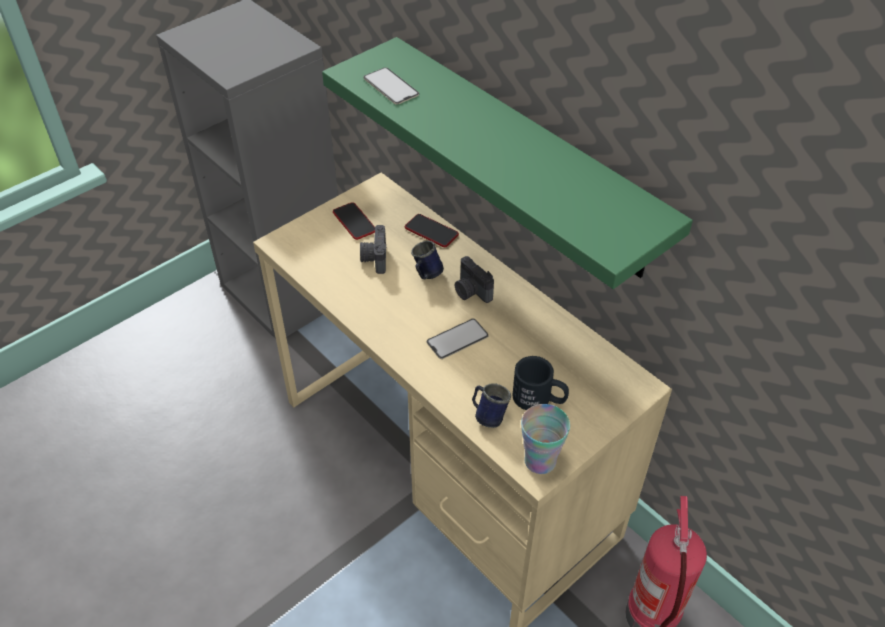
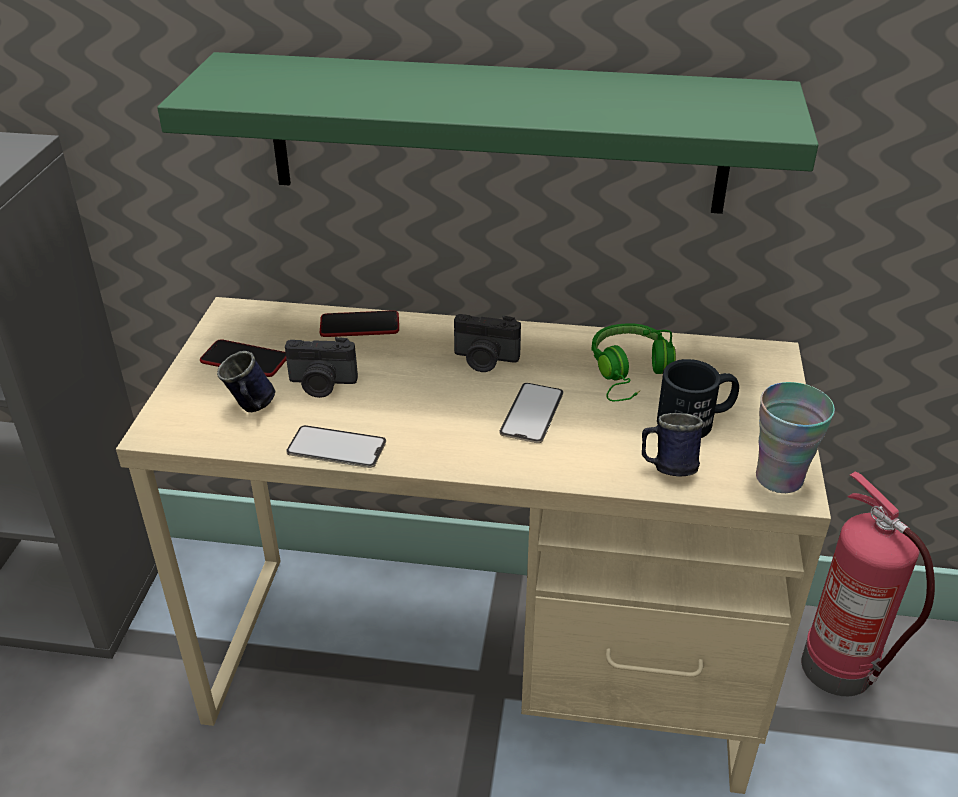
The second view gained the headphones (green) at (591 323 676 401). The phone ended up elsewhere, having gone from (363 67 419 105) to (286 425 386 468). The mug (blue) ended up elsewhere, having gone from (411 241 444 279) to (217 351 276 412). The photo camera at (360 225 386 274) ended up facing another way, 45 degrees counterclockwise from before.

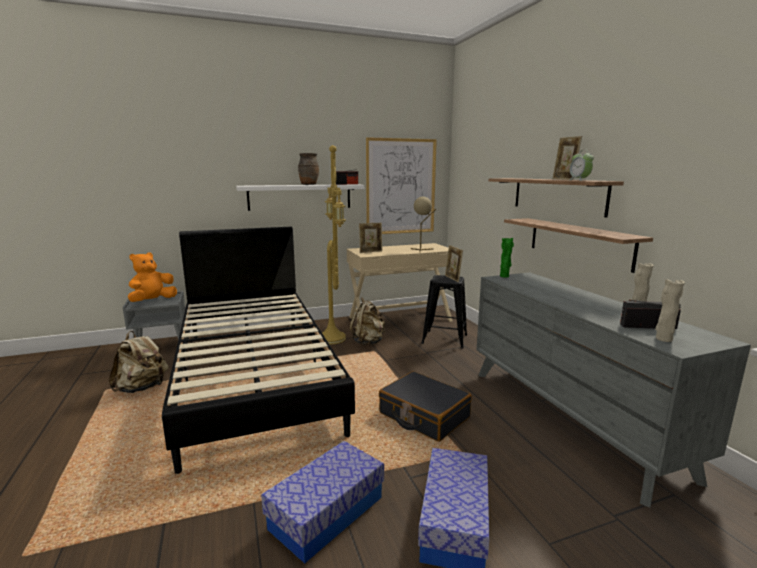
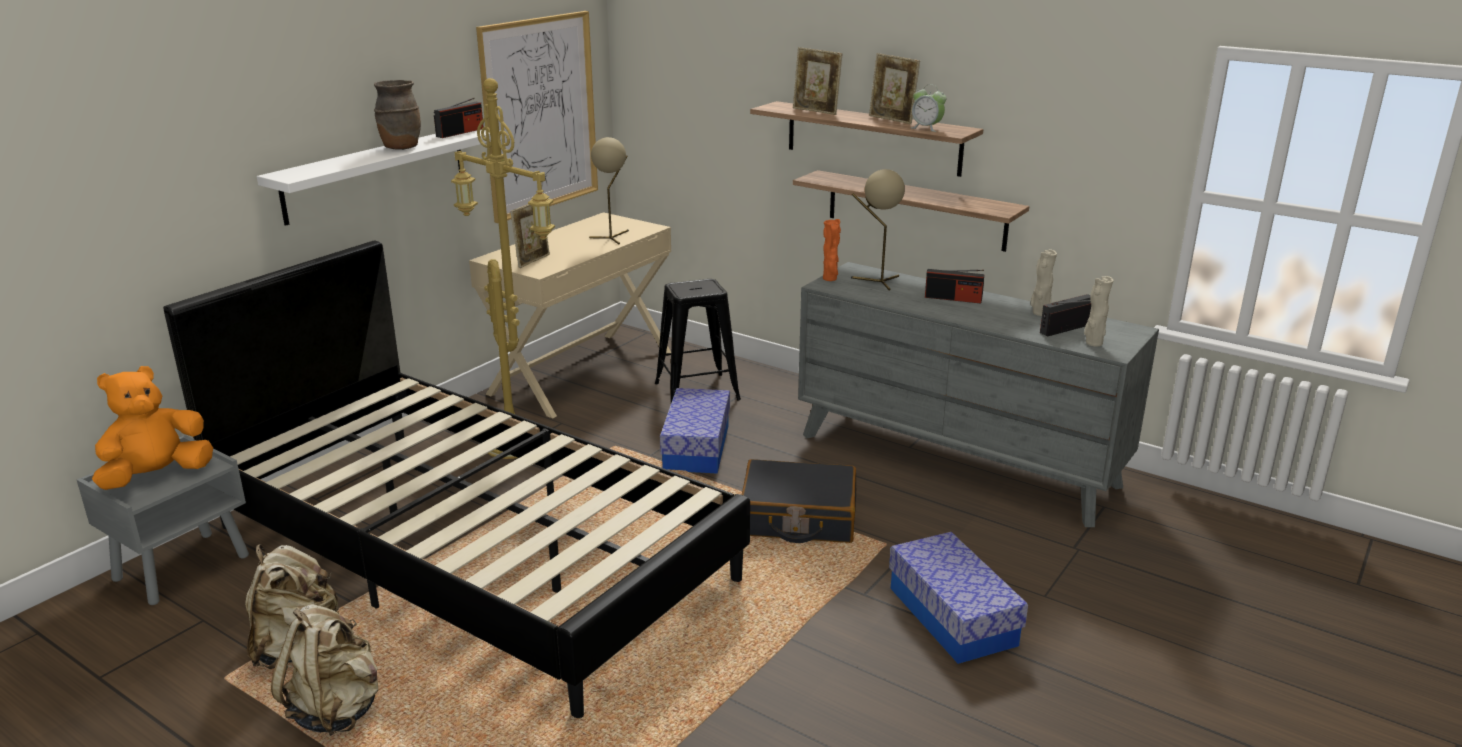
The second view gained the table lamp (beige) at (851 169 905 291). The second view gained the radio at (925 269 985 304). The storage box ended up elsewhere, having gone from (261 441 384 563) to (660 388 730 474). The backpack (beige) ended up elsewhere, having gone from (350 297 385 345) to (271 604 378 736). The picture frame ended up elsewhere, having gone from (445 245 463 282) to (793 47 842 115). What was the vase (green) at (500 238 514 278) turned into the vase (orange) at (823 219 841 281). The plush toy (orange) at (128 252 177 302) ended up facing another way, 45 degrees clockwise from before.

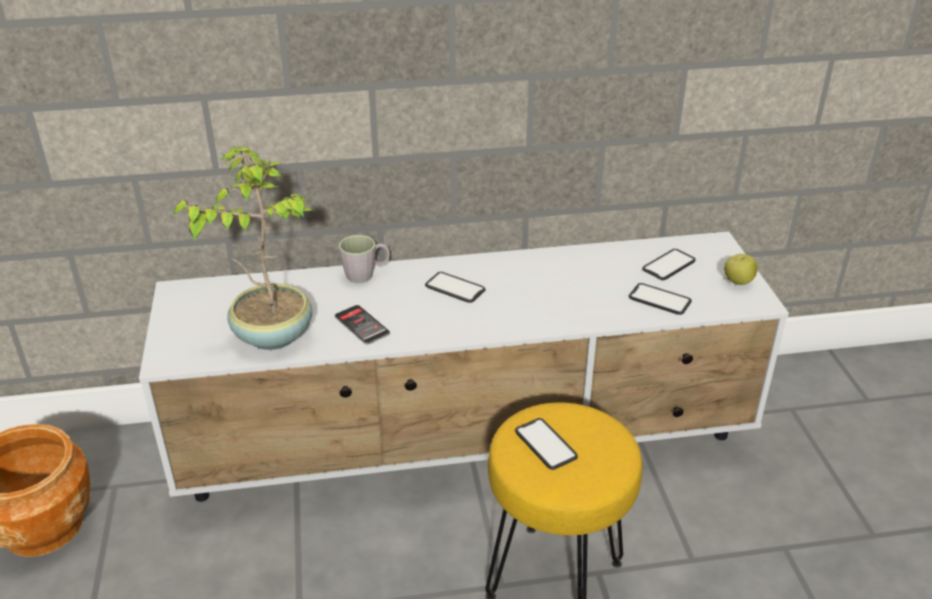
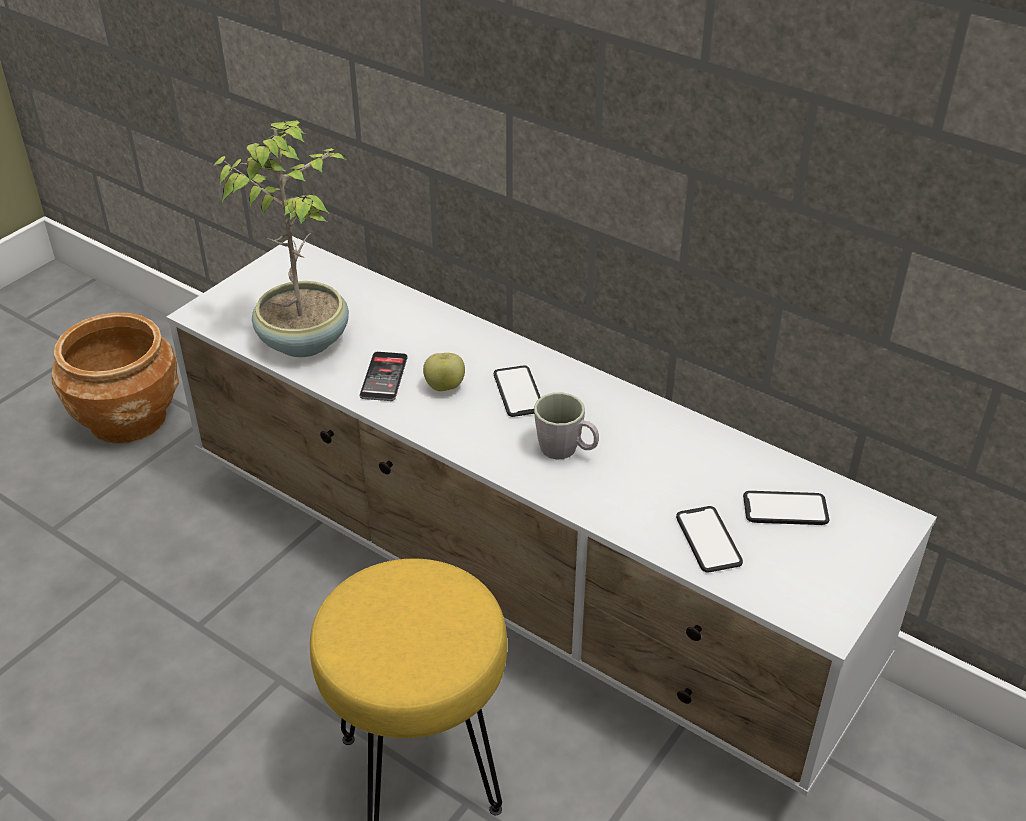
The second view lost the phone at (515 418 578 470). The mug (grey) ended up elsewhere, having gone from (339 235 390 283) to (534 392 599 459). The apple ended up elsewhere, having gone from (724 254 758 285) to (423 353 465 391).

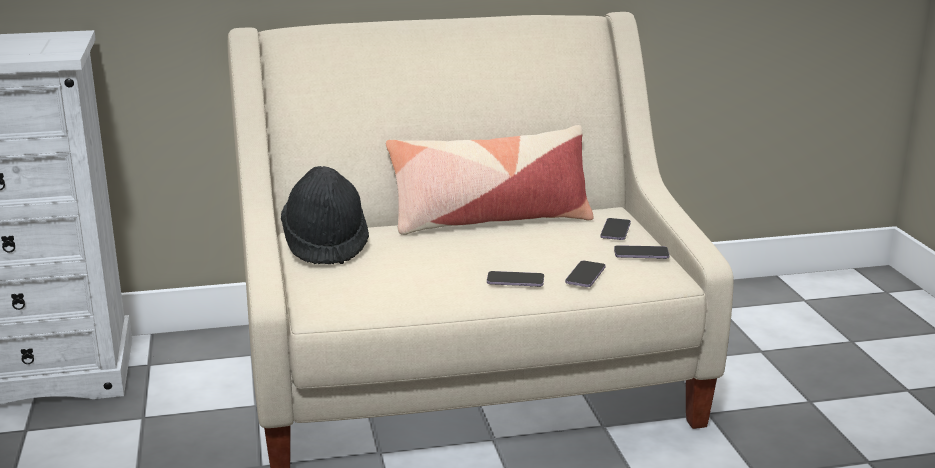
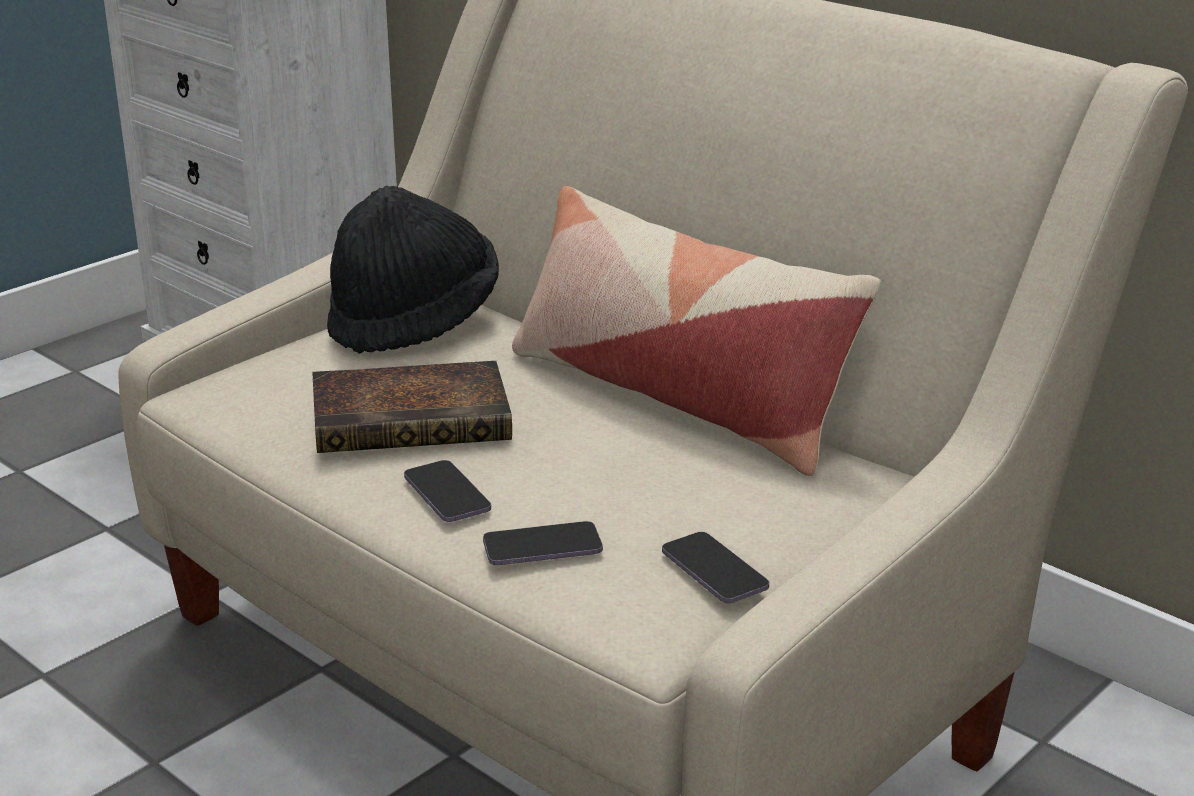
The second view lost the phone at (600 218 631 240). The second view gained the book at (313 361 512 453).

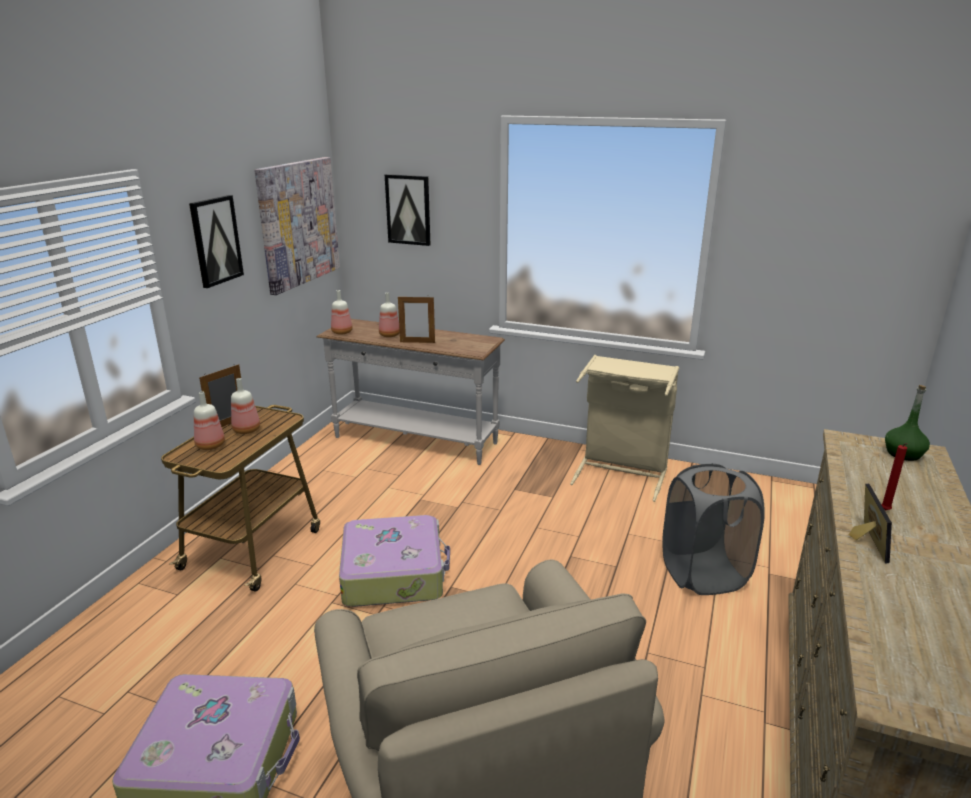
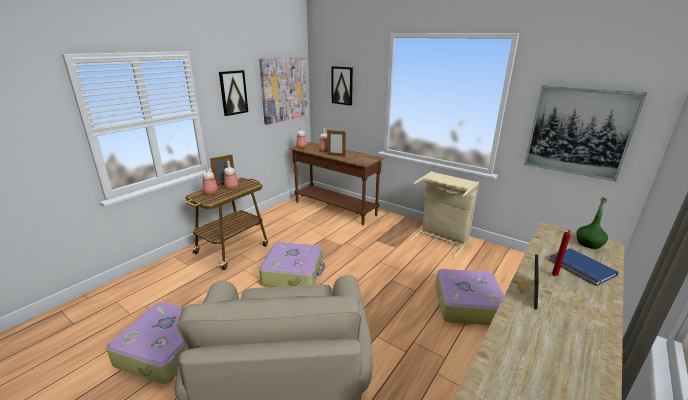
The second view gained the picture at (524 86 647 181). The second view gained the book (blue) at (549 248 618 286). Where the laundry basket (grey) stood at (662 463 765 595), the suitcase came to stand at (435 269 504 325). What was the console table (white) at (317 319 505 465) turned into the console table (brown) at (289 142 384 225).

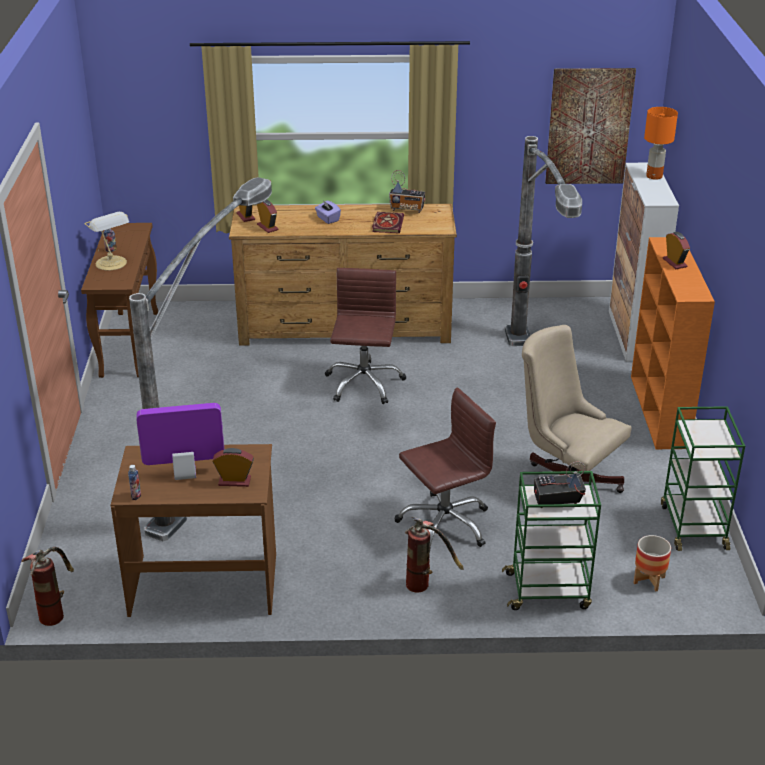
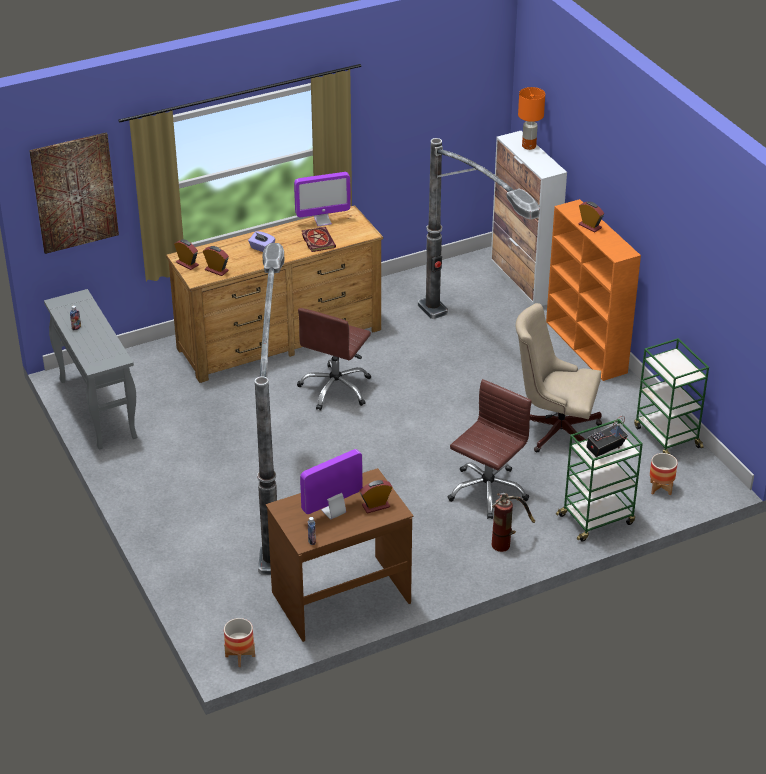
The second view lost the table lamp at (84 212 129 271). The picture ended up elsewhere, having gone from (545 68 636 184) to (29 133 119 254). Where the fire extinguisher stood at (21 547 74 626), the planter came to stand at (224 618 255 667). Where the radio stood at (389 170 426 213), the monitor came to stand at (294 172 351 226). What was the console table (brown) at (81 223 158 378) turned into the console table (grey) at (44 289 137 449). The office chair (brown) at (325 268 406 404) ended up facing another way, 135 degrees counterclockwise from before.

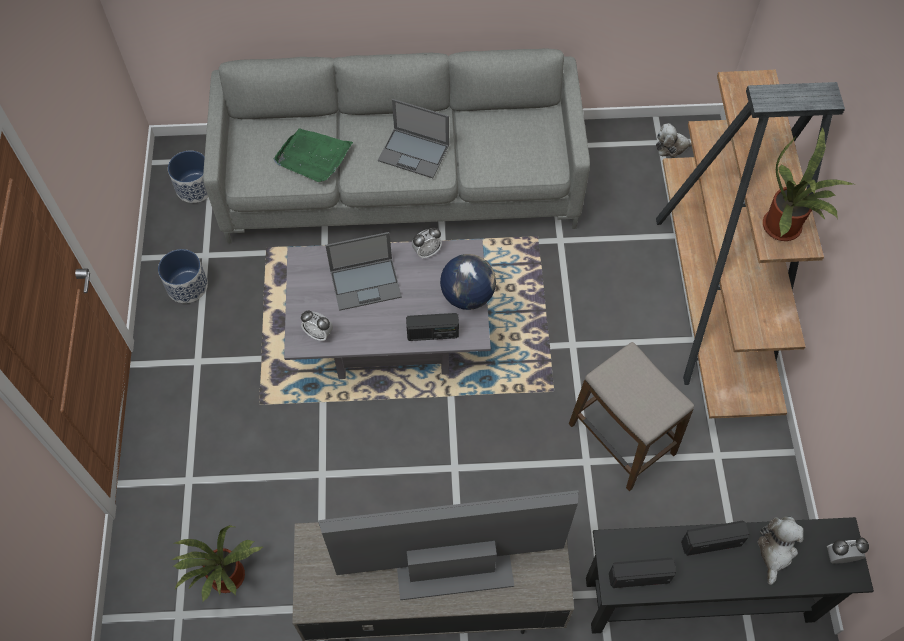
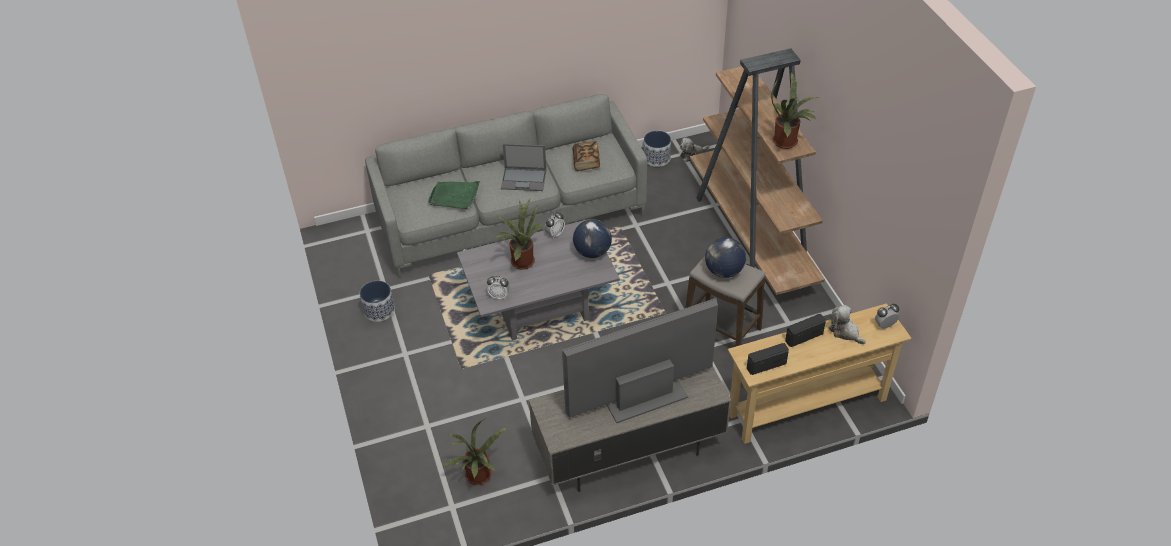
The second view lost the radio at (406 313 459 341). The second view gained the book at (573 141 600 171). The second view gained the globe at (705 237 746 278). The planter ended up elsewhere, having gone from (168 151 208 203) to (643 131 671 167). Where the laptop stood at (325 232 402 311), the potted plant came to stand at (496 200 542 270). What was the console table (black) at (586 517 874 634) turned into the console table (beige) at (728 303 912 444). The plush toy at (758 516 803 585) ended up facing another way, 45 degrees counterclockwise from before.

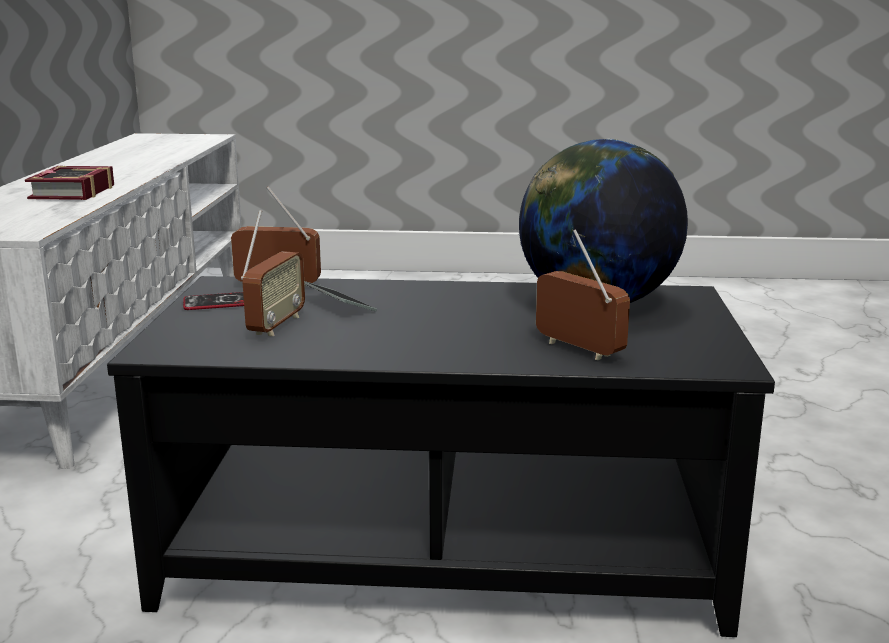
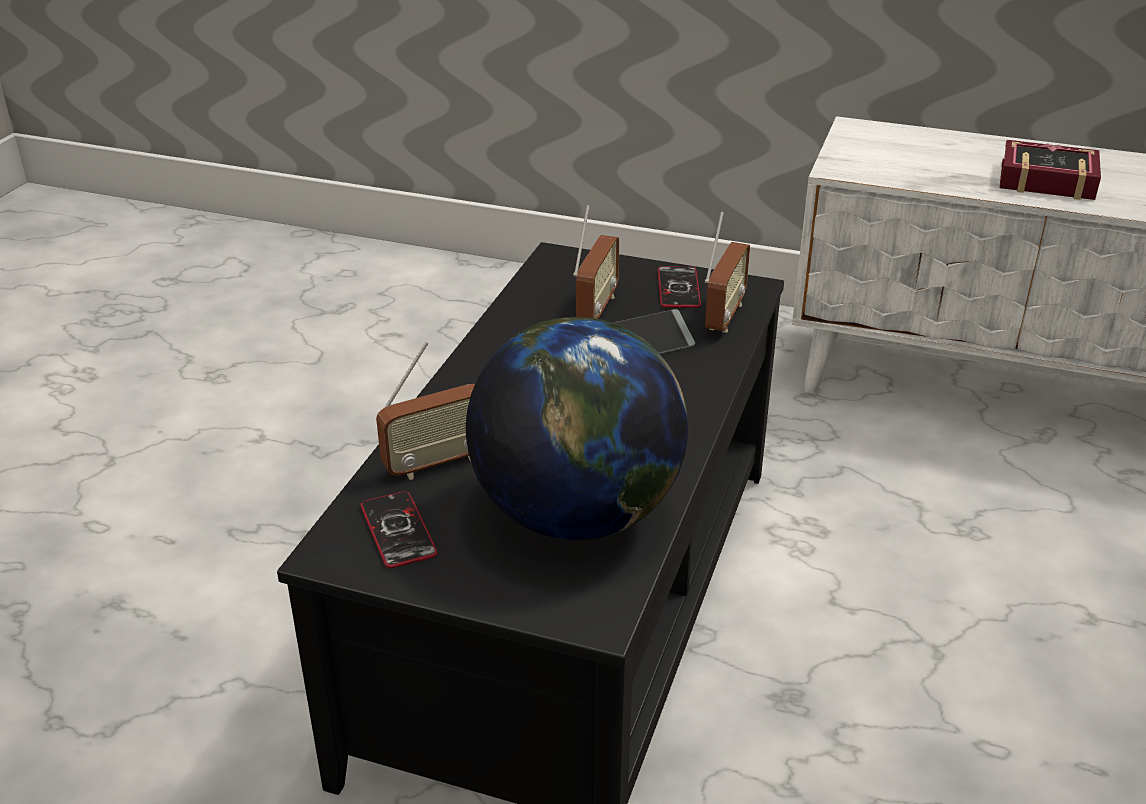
The second view gained the phone at (360 491 438 568). The radio at (241 210 305 336) ended up facing another way, 105 degrees counterclockwise from before.

